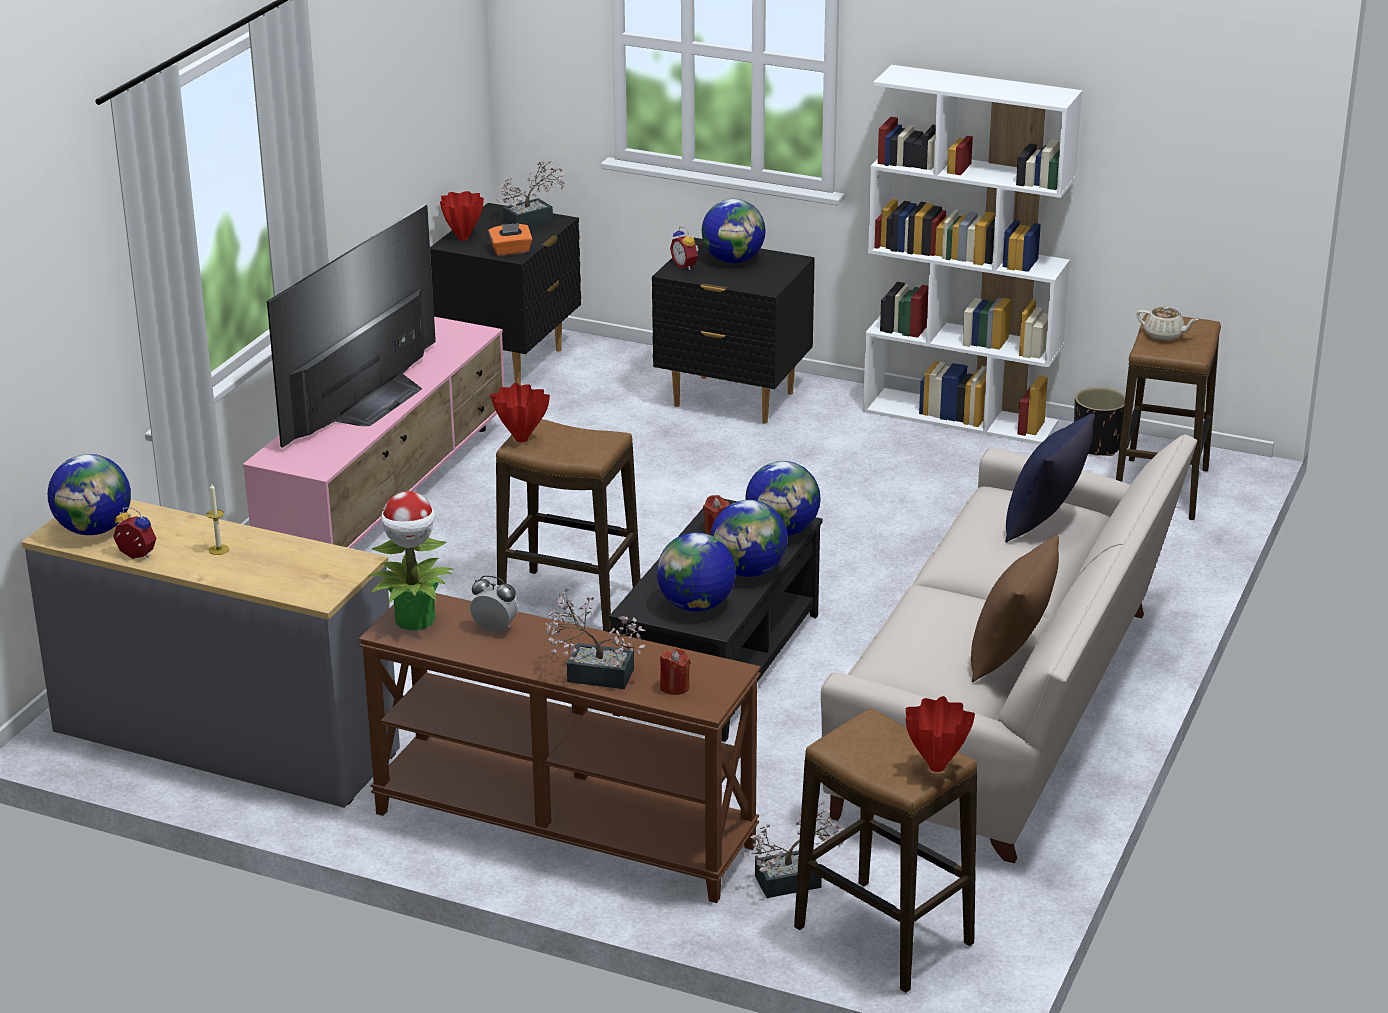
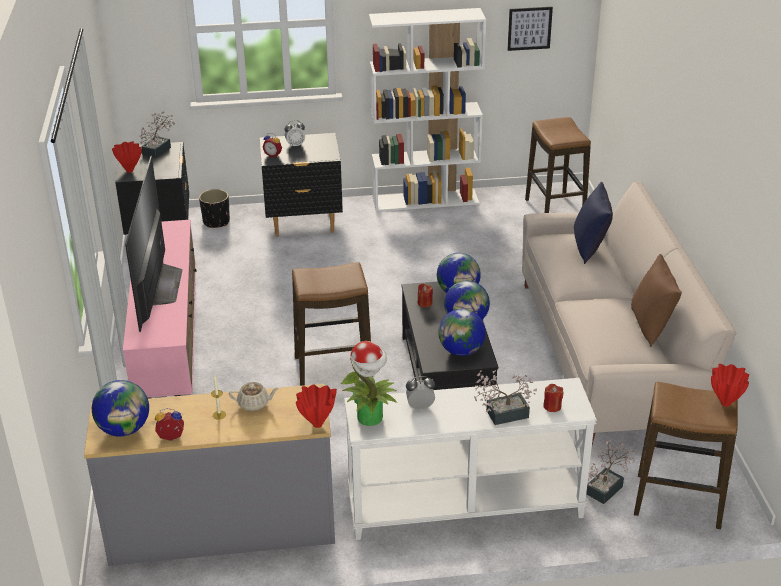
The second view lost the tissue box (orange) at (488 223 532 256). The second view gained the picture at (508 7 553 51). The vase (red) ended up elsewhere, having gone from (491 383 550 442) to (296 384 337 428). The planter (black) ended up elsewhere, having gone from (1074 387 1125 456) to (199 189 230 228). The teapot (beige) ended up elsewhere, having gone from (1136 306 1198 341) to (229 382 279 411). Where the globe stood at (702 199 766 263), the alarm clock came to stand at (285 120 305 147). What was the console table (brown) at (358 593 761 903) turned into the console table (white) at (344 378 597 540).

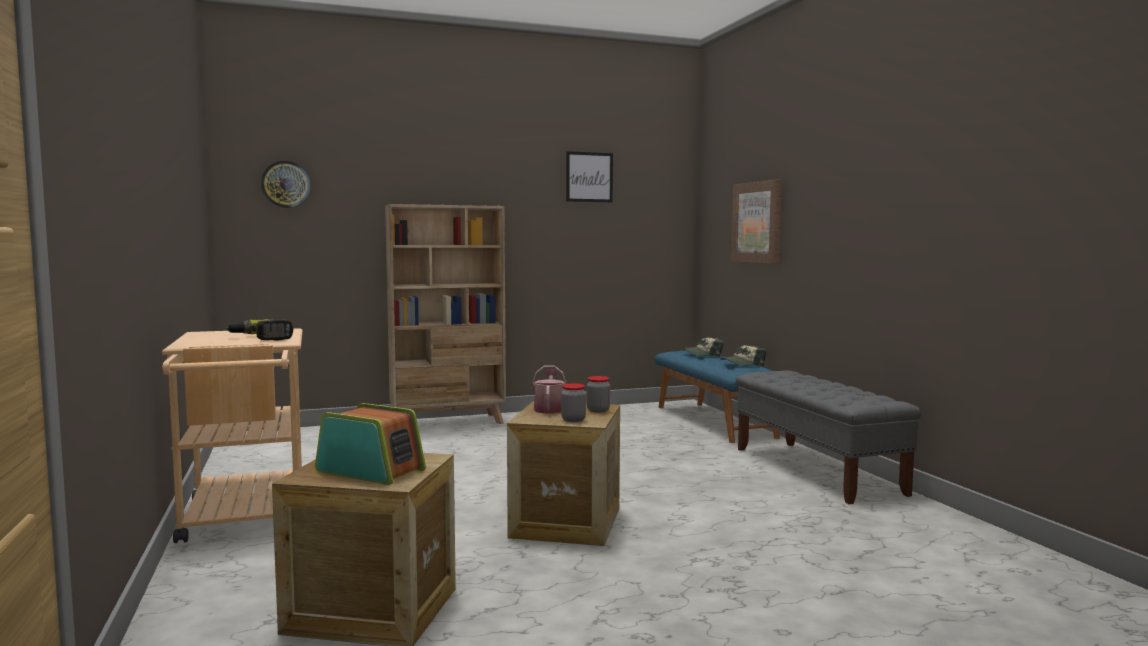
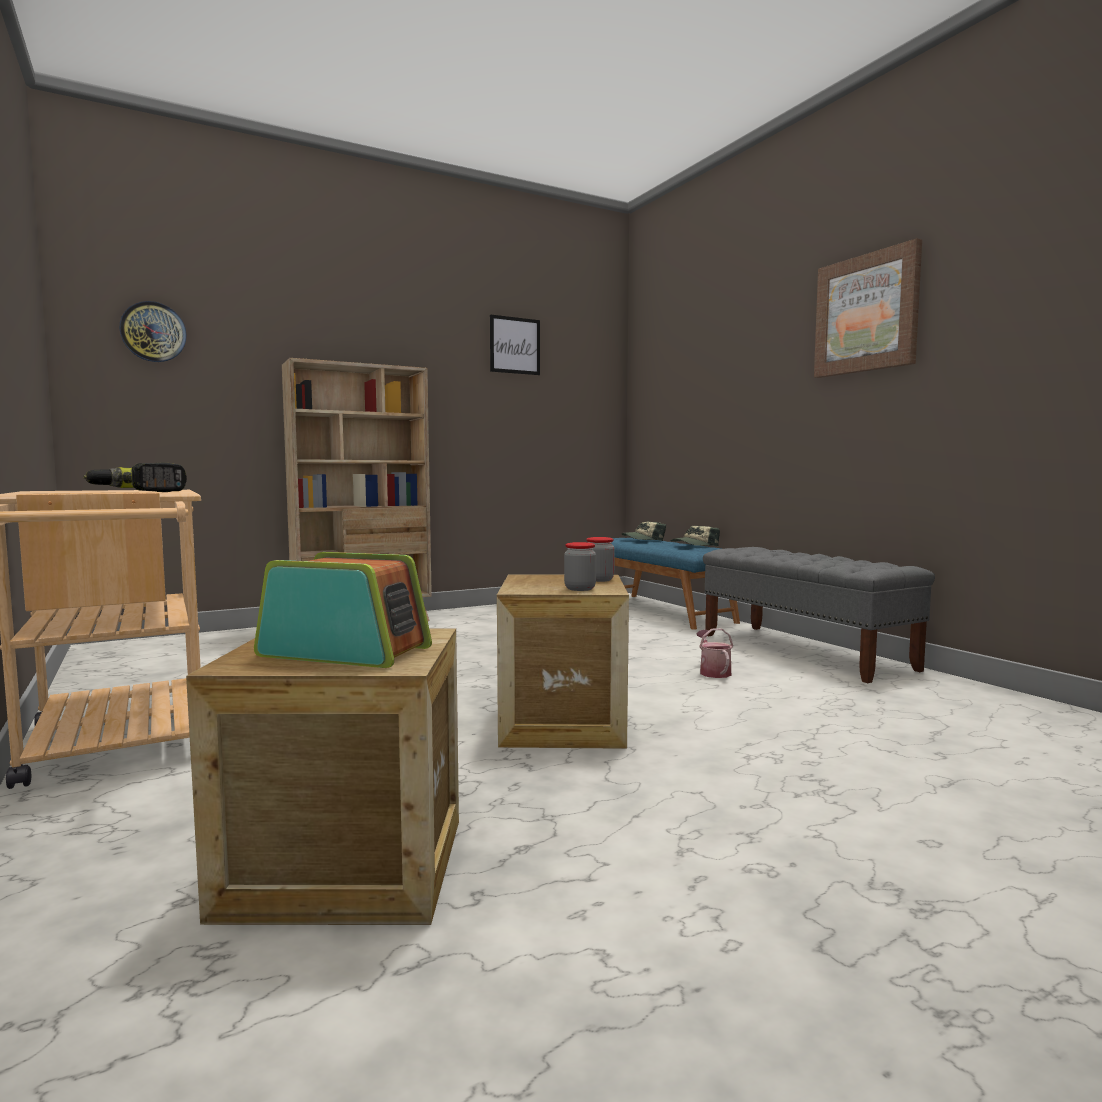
The watering can ended up elsewhere, having gone from (532 365 566 414) to (696 628 733 678). The picture ended up elsewhere, having gone from (731 179 782 264) to (814 238 922 378).

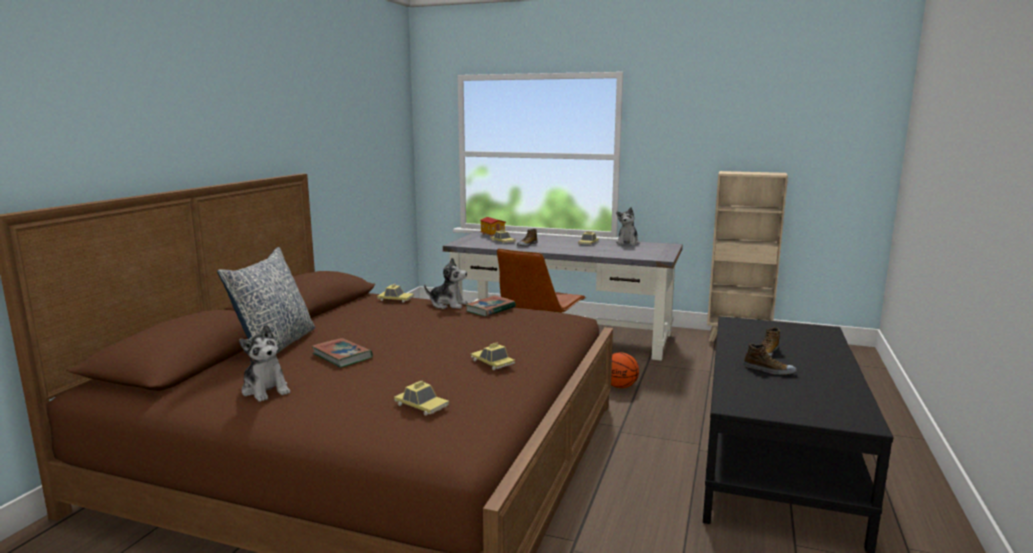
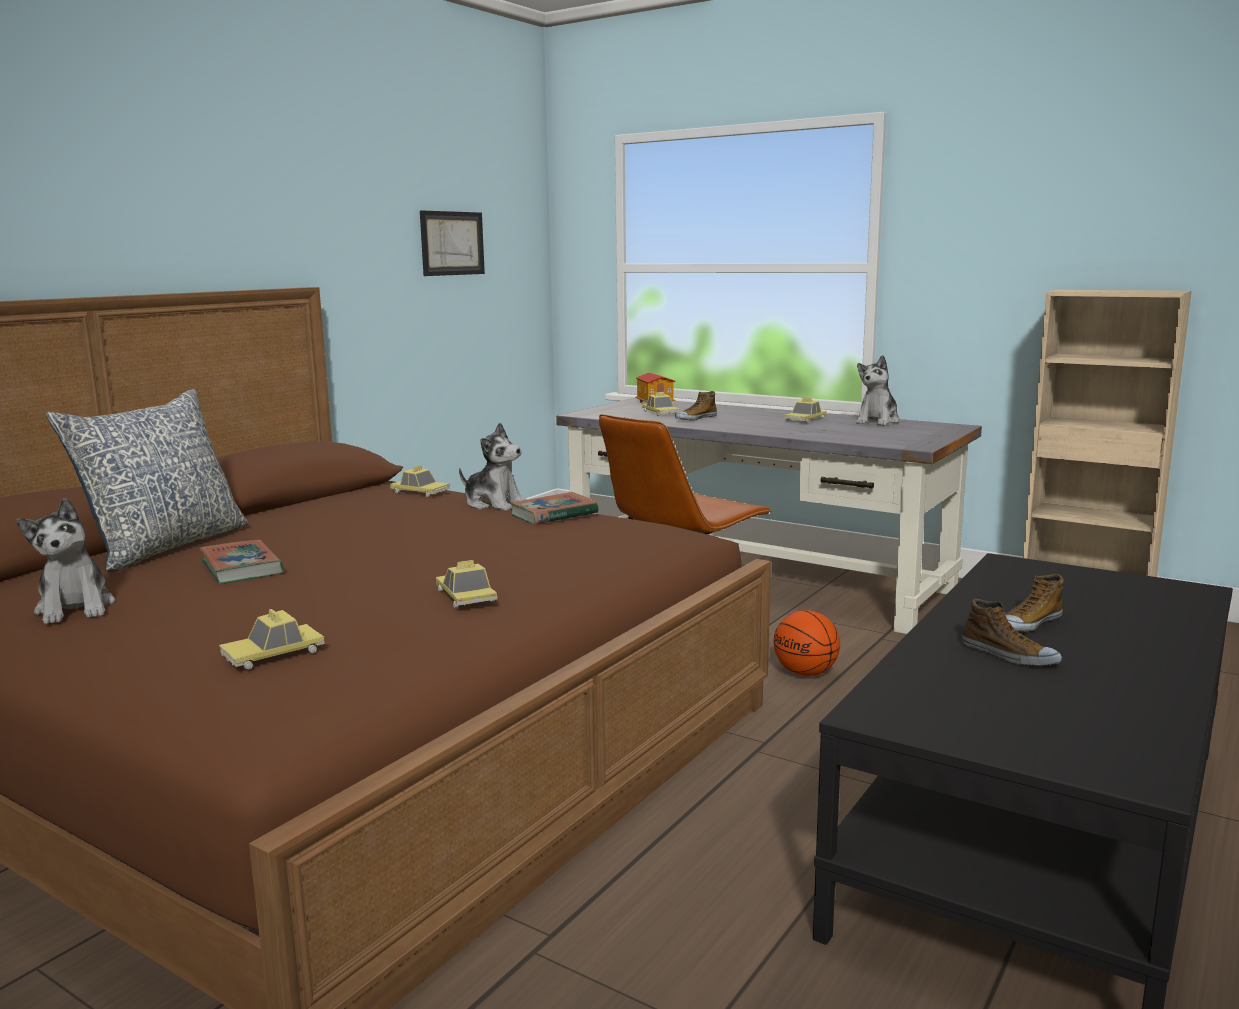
The second view gained the picture at (420 211 485 276). The toy car at (394 381 449 416) ended up facing another way, 90 degrees clockwise from before.

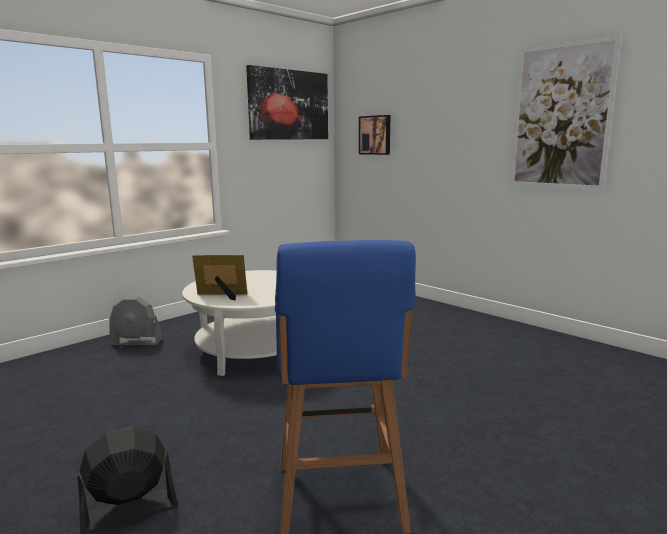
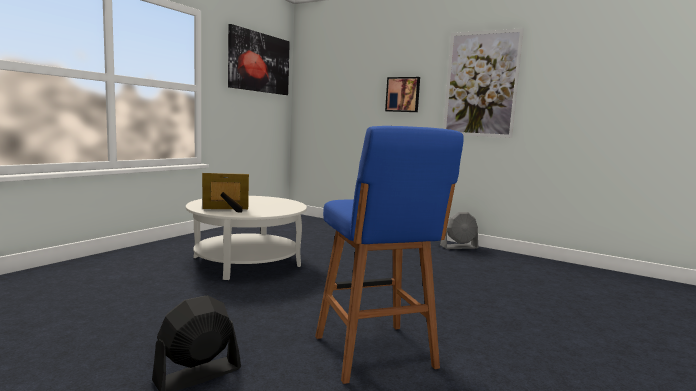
The fan (grey) ended up elsewhere, having gone from (109 297 163 345) to (440 212 479 249). The picture ended up elsewhere, having gone from (359 115 390 155) to (385 77 420 112).

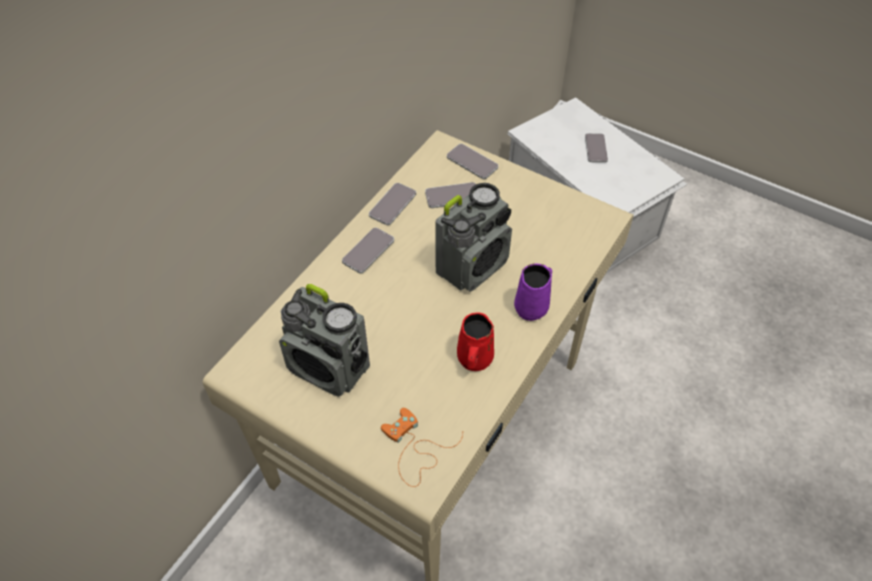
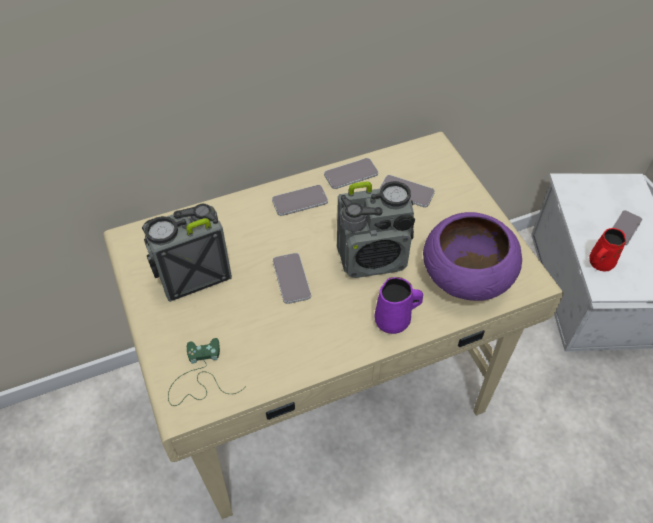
The second view gained the bowl (purple) at (423 212 522 301). The phone ended up elsewhere, having gone from (447 144 498 179) to (273 253 311 304). The mug (red) ended up elsewhere, having gone from (457 312 494 371) to (589 228 626 272). What was the game controller (orange) at (381 408 463 487) turned into the game controller (green) at (168 338 246 406). The radio at (279 284 370 397) ended up facing another way, 90 degrees clockwise from before.

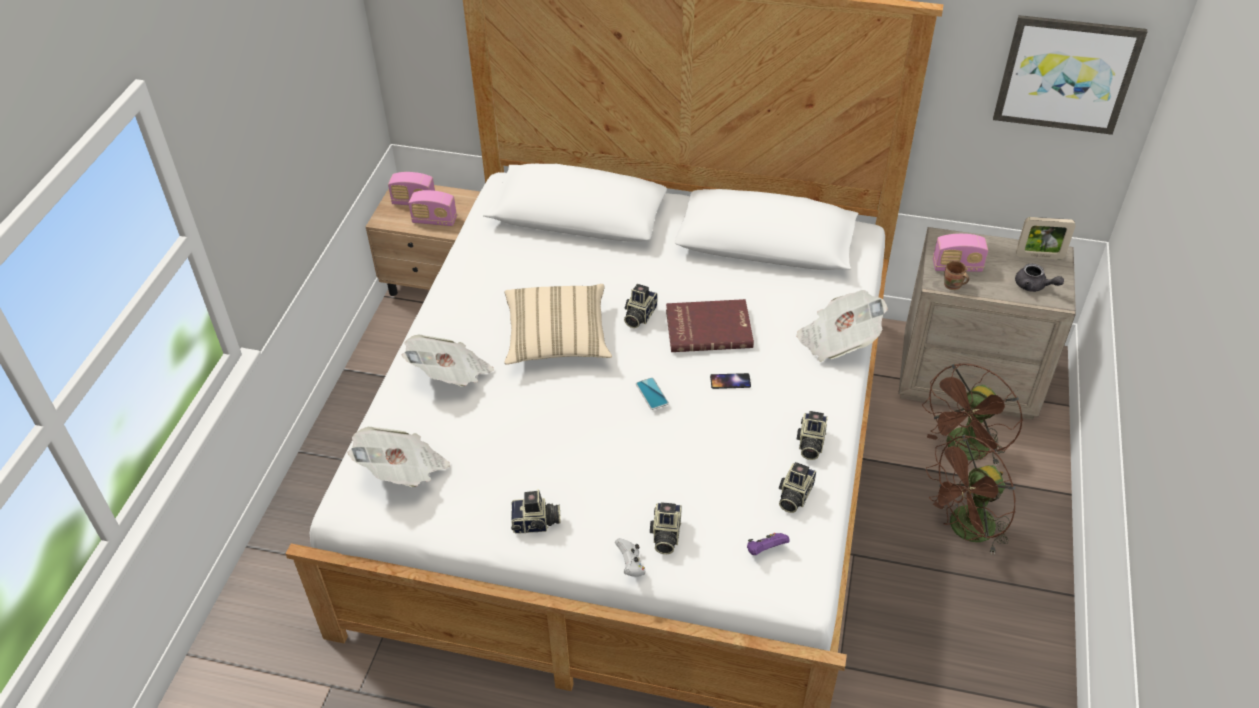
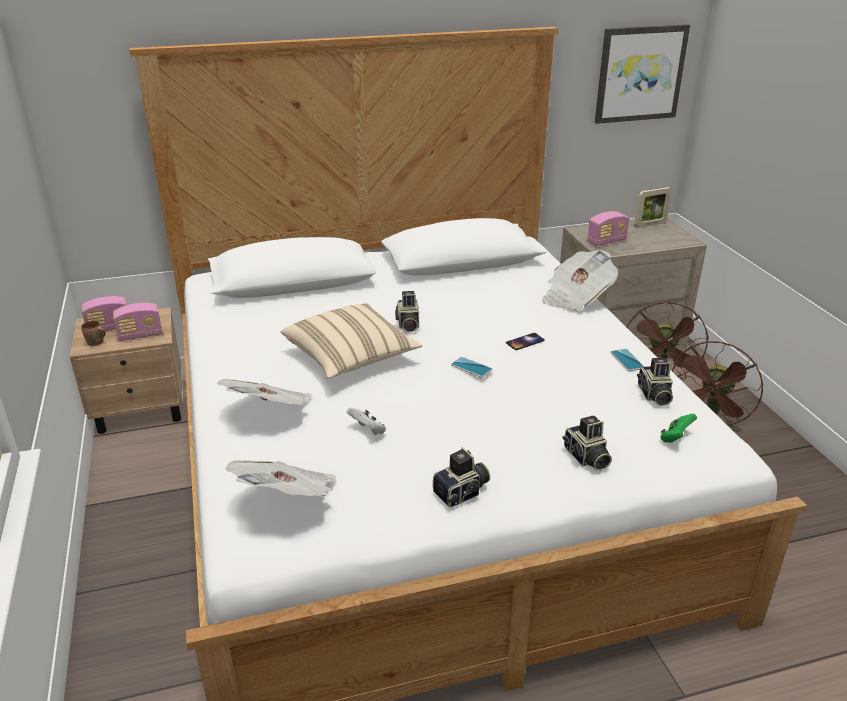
The second view lost the book (red) at (666 299 754 352). The second view lost the teapot (grey) at (1015 263 1064 292). The game controller (white) ended up elsewhere, having gone from (615 538 645 577) to (347 408 386 435). The mug (brown) ended up elsewhere, having gone from (944 261 969 290) to (81 320 106 346). Where the photo camera stood at (797 411 828 460), the phone came to stand at (610 349 644 371). What was the game controller (purple) at (747 533 790 555) turned into the game controller (green) at (661 414 697 443).

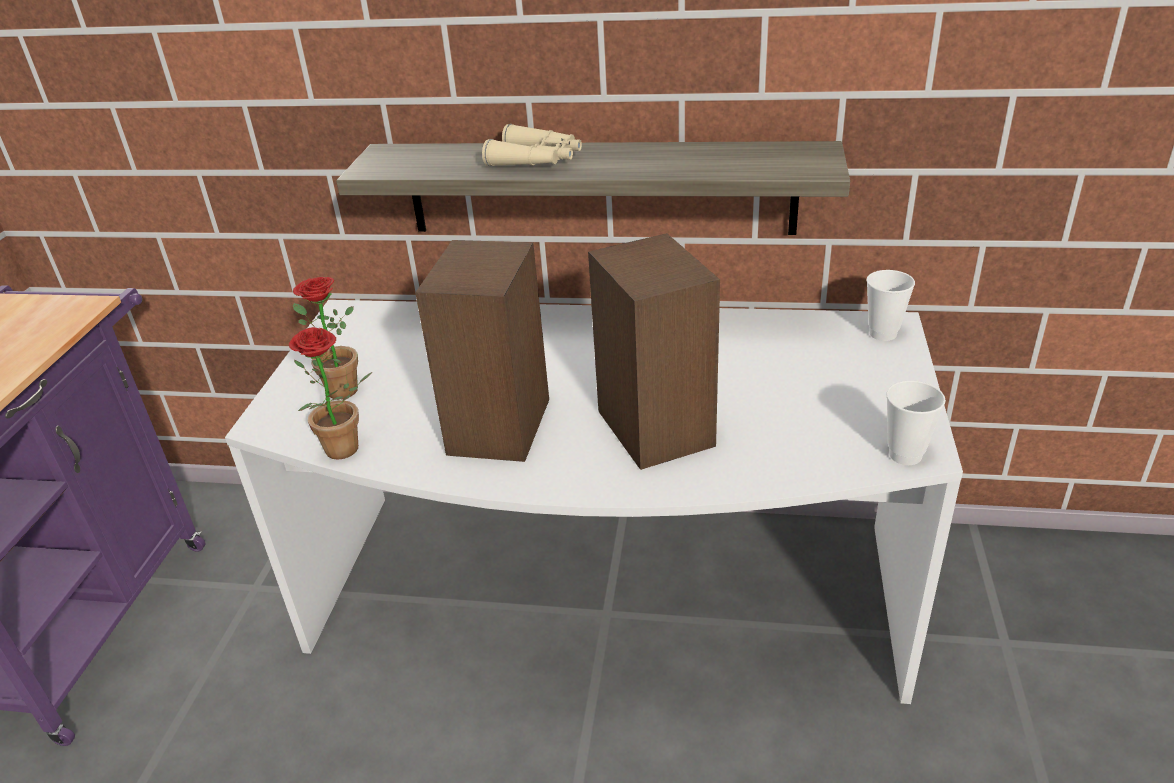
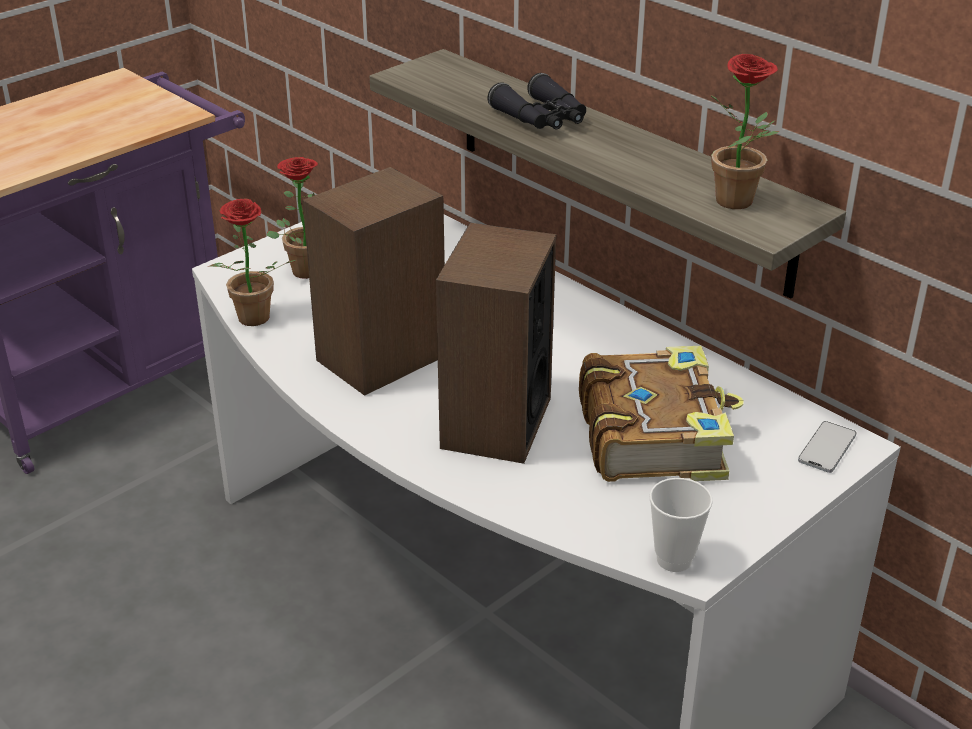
The second view gained the book at (579 346 744 482). The second view gained the potted plant at (709 54 779 209). Where the cup stood at (867 270 915 341), the phone came to stand at (798 421 856 473). What was the binoculars (beige) at (482 124 582 166) turned into the binoculars (black) at (487 73 586 130).

